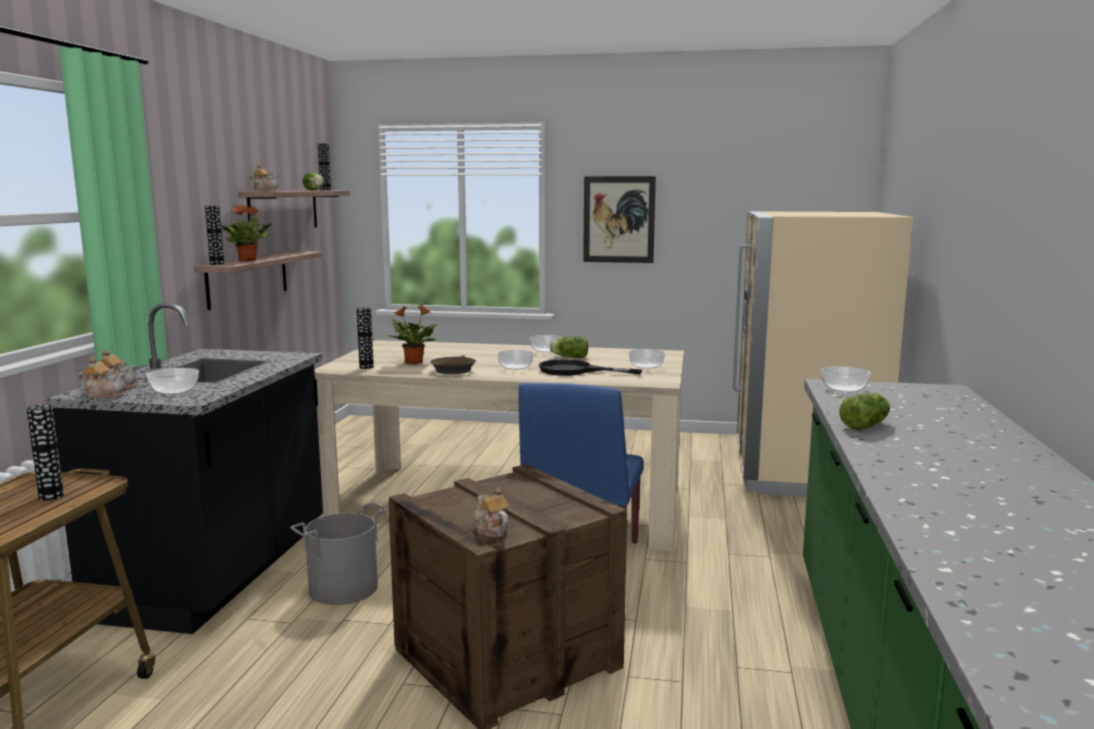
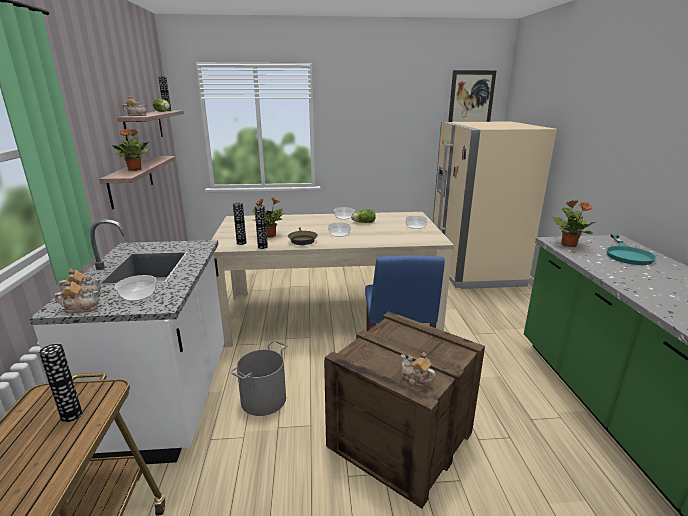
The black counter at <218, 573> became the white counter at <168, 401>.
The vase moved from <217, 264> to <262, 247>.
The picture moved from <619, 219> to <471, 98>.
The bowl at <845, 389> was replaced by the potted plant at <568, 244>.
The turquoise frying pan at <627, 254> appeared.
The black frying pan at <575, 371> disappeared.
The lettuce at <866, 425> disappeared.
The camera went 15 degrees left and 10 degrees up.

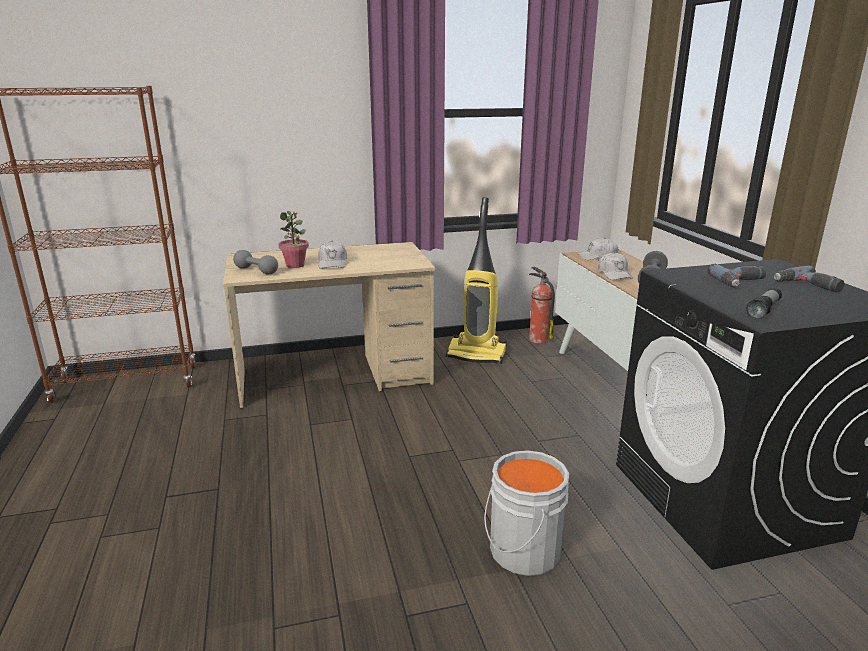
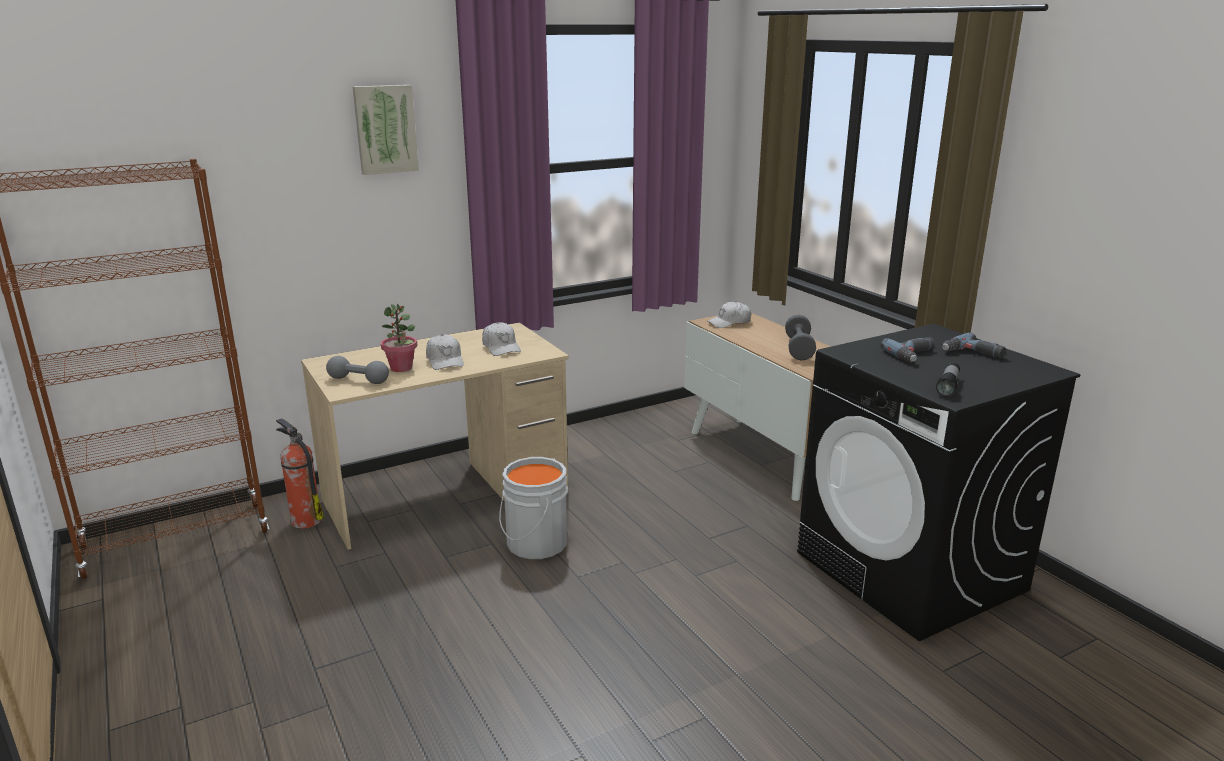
The fire extinguisher moved from <538, 339> to <305, 520>.
The picture at <385, 129> appeared.
The white cap moved from <614, 274> to <501, 347>.
The grey bucket moved from <521, 551> to <533, 543>.
The vacuum cleaner at <477, 354> disappeared.
The camera went 15 degrees left and 0 degrees up.

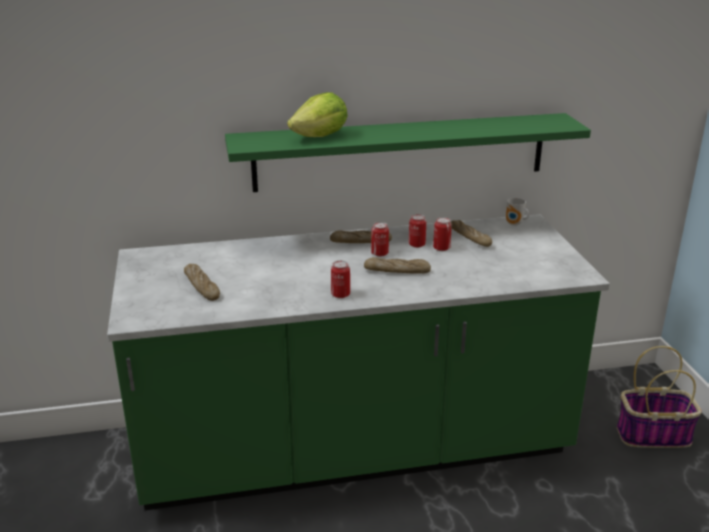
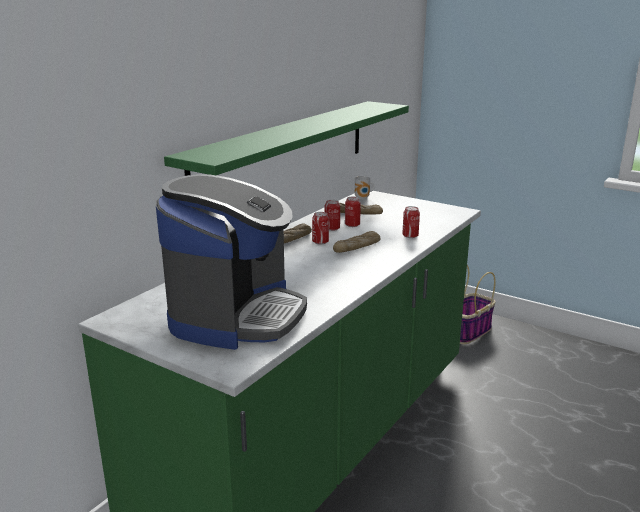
The bread at <202, 287> was replaced by the coffee machine at <237, 315>.
The can moved from <340, 294> to <410, 236>.
The lettuce at <320, 136> disappeared.
The camera went 45 degrees left and 5 degrees down.

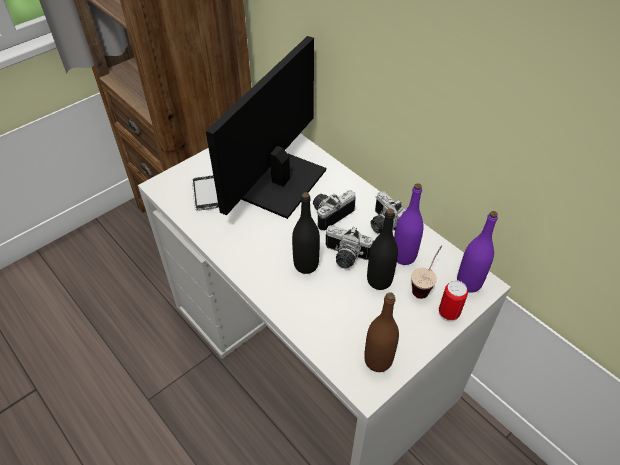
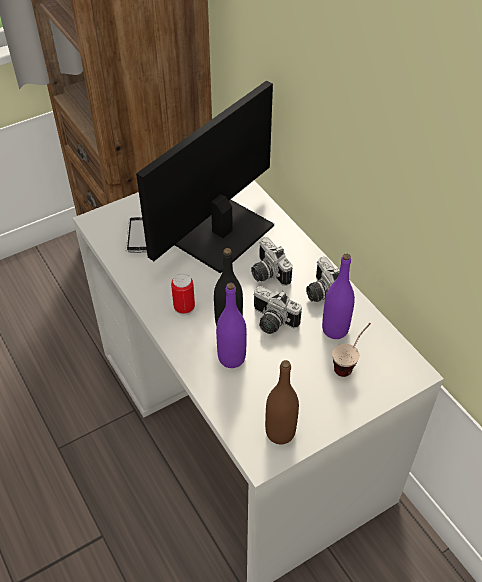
The can moved from <449, 312> to <184, 307>.
The purple bottle moved from <468, 283> to <231, 358>.
The photo camera at <330, 213> turned 90 degrees counterclockwise.
The black bottle at <379, 280> disappeared.
The camera went 10 degrees right and 0 degrees up.

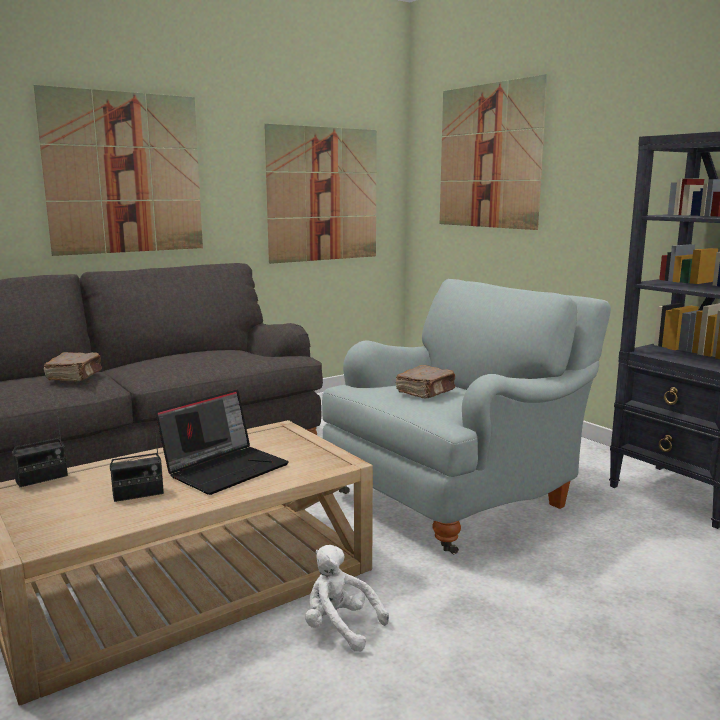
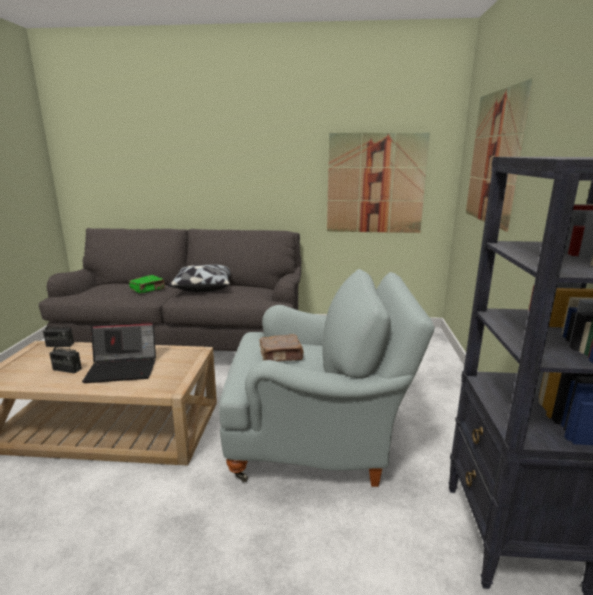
The brown book at <75, 376> became the green book at <148, 289>.
The pillow at <203, 287> appeared.
The picture at <125, 173> disappeared.
The white plush toy at <340, 627> disappeared.
The camera went 40 degrees right and 5 degrees up.

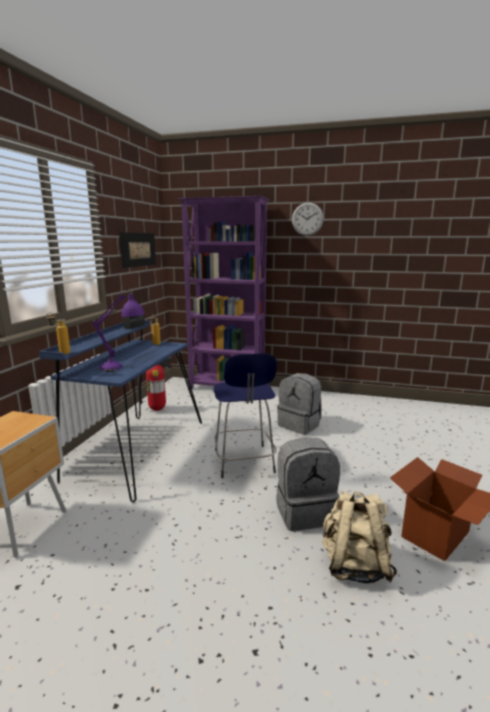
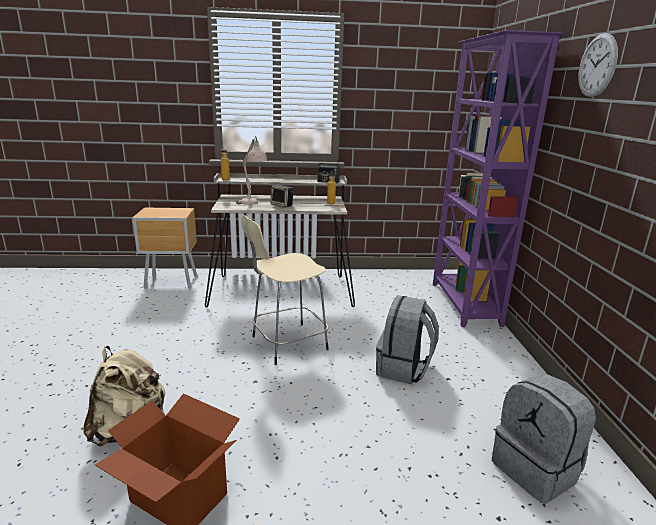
The blue desk at <135, 450> became the beige desk at <281, 289>.
The purple table lamp at <123, 366> became the beige table lamp at <252, 204>.
The blue stool at <244, 462> became the beige stool at <286, 343>.
The speaker at <282, 205> appeared.
The grey backpack moved from <304, 512> to <536, 470>.
The picture at <138, 249> disappeared.
The fire extinguisher at <157, 409> disappeared.
The camera went 70 degrees right and 5 degrees up.

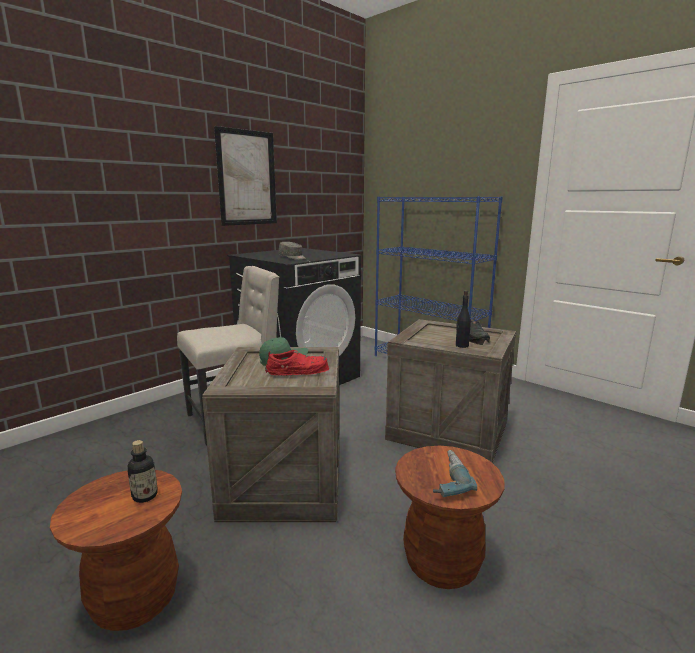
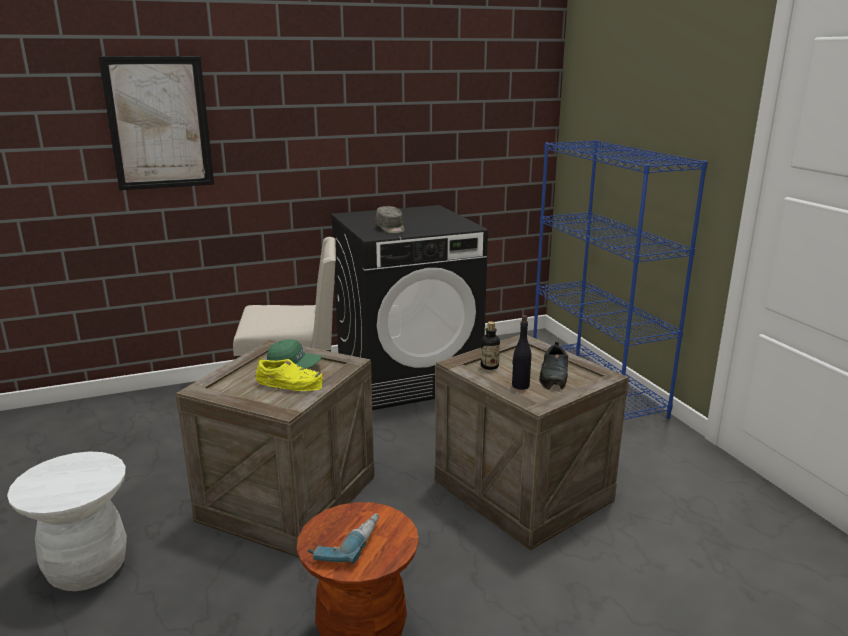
The brown stool at <135, 600> became the white stool at <87, 569>.
The picture moved from <247, 178> to <159, 123>.
The red shoe at <298, 370> became the yellow shoe at <290, 383>.
The bottle moved from <145, 496> to <489, 366>.
The camera went 25 degrees right and 5 degrees up.

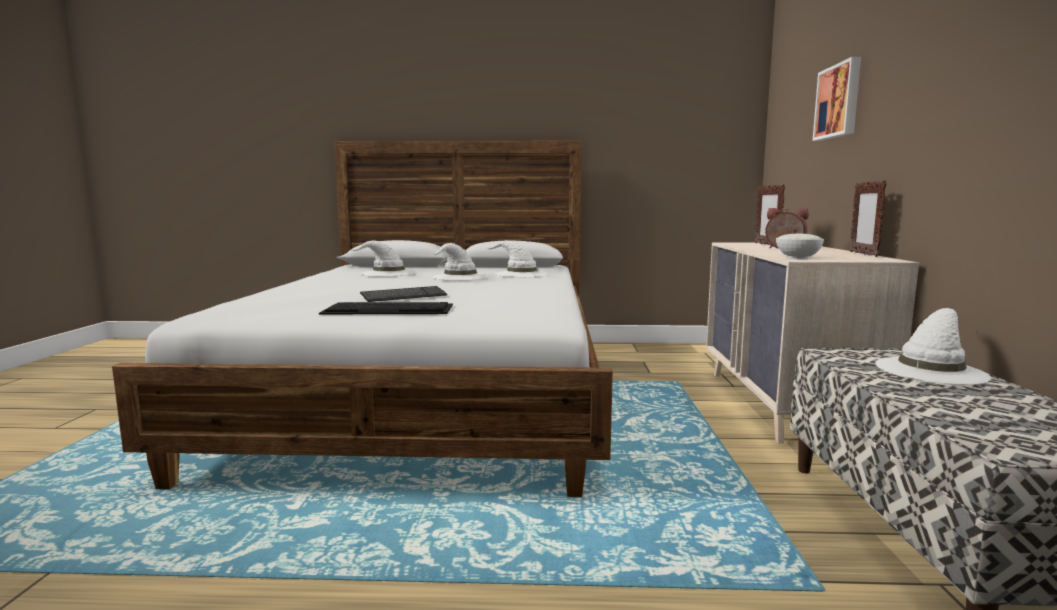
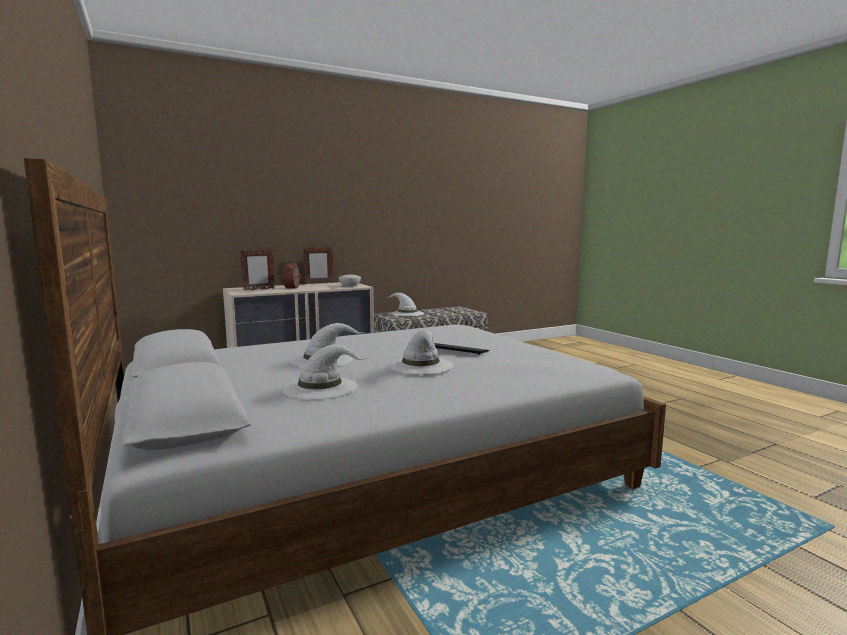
The white hat moved from <521, 274> to <421, 366>.
The keyboard at <390, 309> disappeared.
The picture at <839, 101> disappeared.
The camera went 120 degrees left and 0 degrees up.

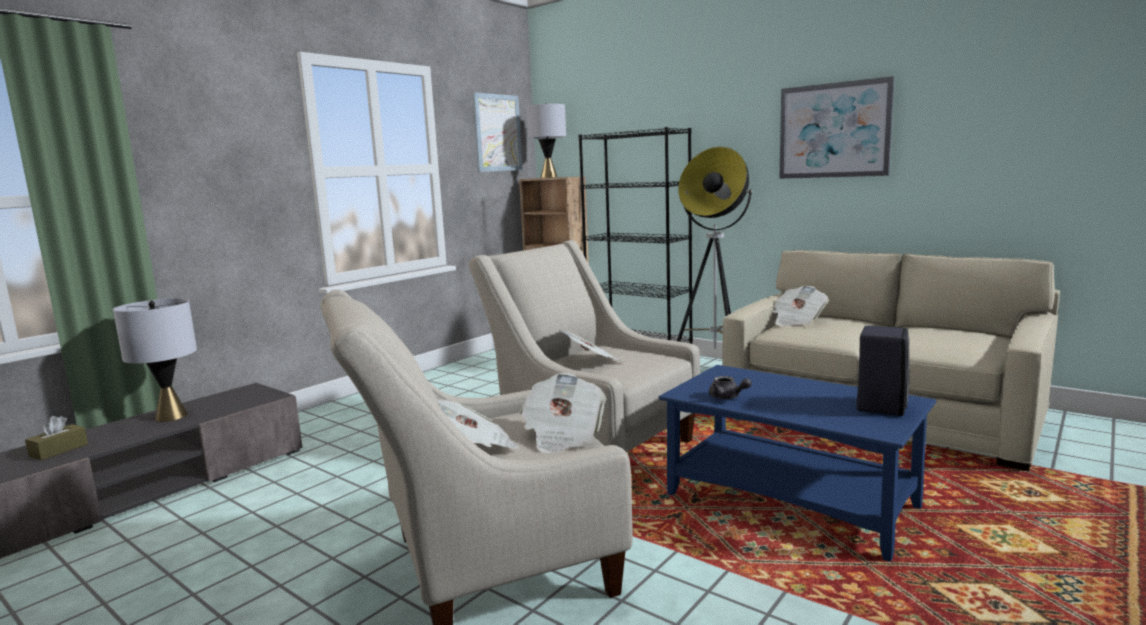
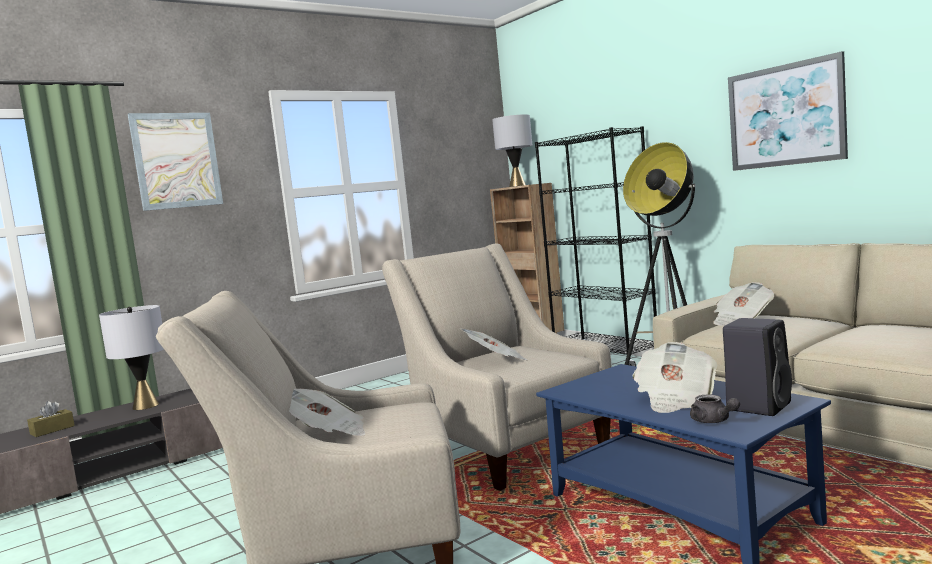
The picture moved from <497, 133> to <176, 160>.
The newspaper moved from <563, 435> to <675, 399>.
The grey teapot moved from <727, 397> to <713, 421>.
The camera went 15 degrees right and 5 degrees down.

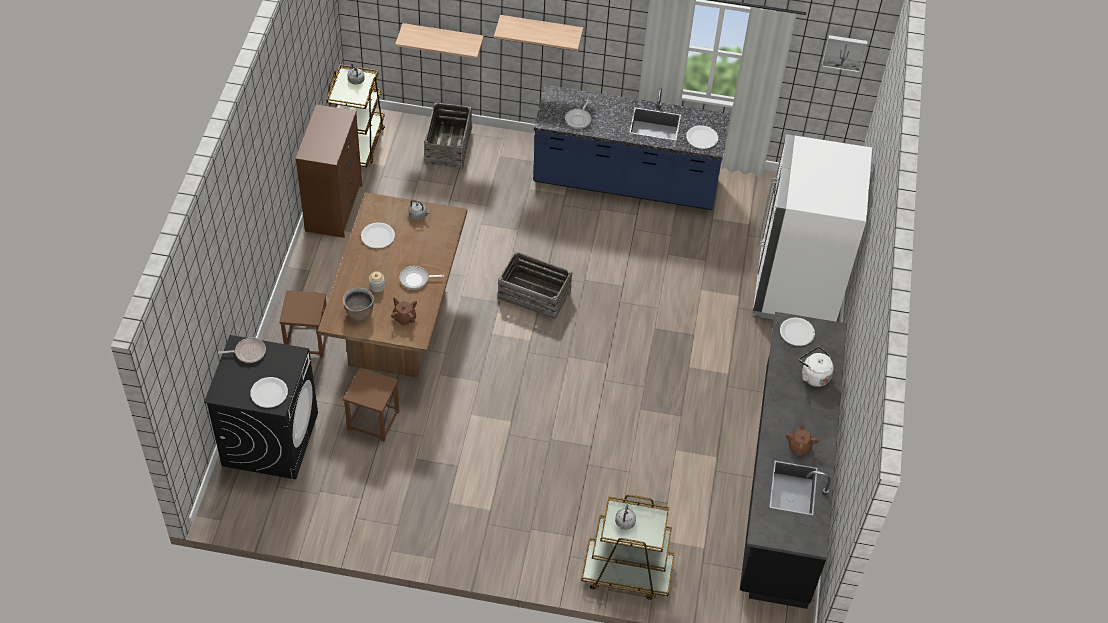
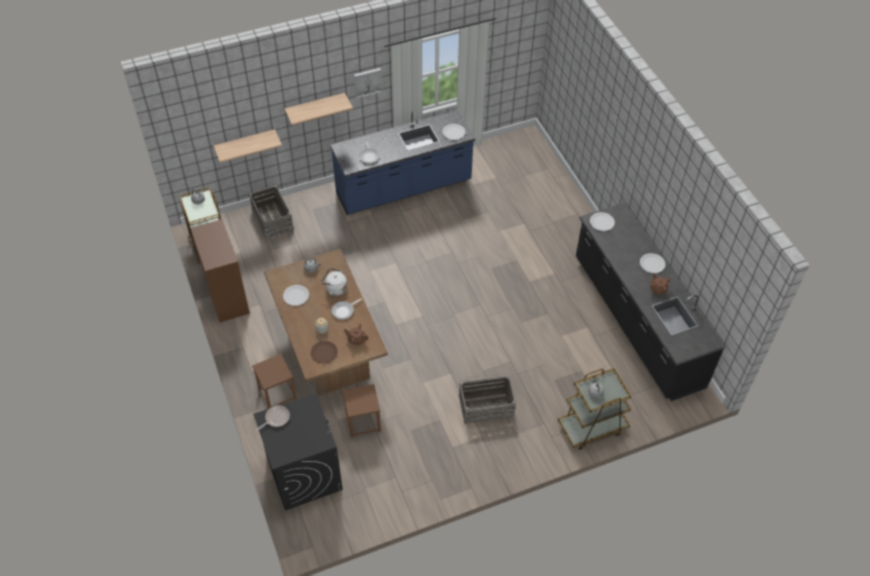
The brown cooking pot at <359, 313> was replaced by the brown plate at <324, 352>.
The white kettle moved from <813, 375> to <335, 288>.
The picture moved from <844, 52> to <367, 82>.
The crate moved from <534, 295> to <486, 406>.
The white plate moved from <269, 393> to <652, 264>.
The white fridge at <796, 286> disappeared.
The camera went 30 degrees left and 0 degrees up.

